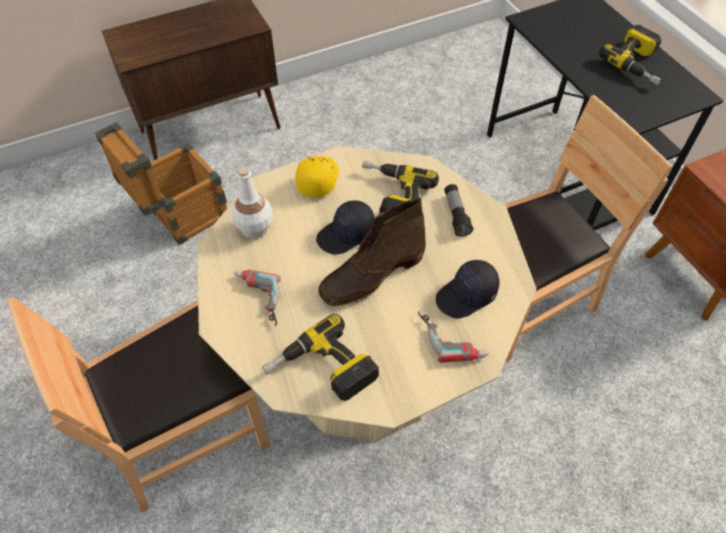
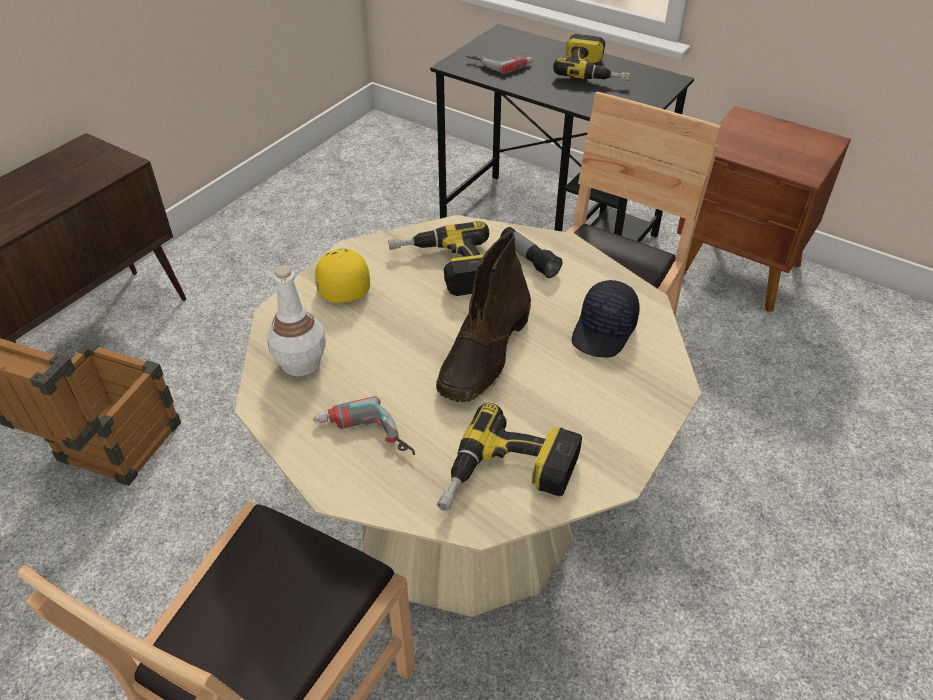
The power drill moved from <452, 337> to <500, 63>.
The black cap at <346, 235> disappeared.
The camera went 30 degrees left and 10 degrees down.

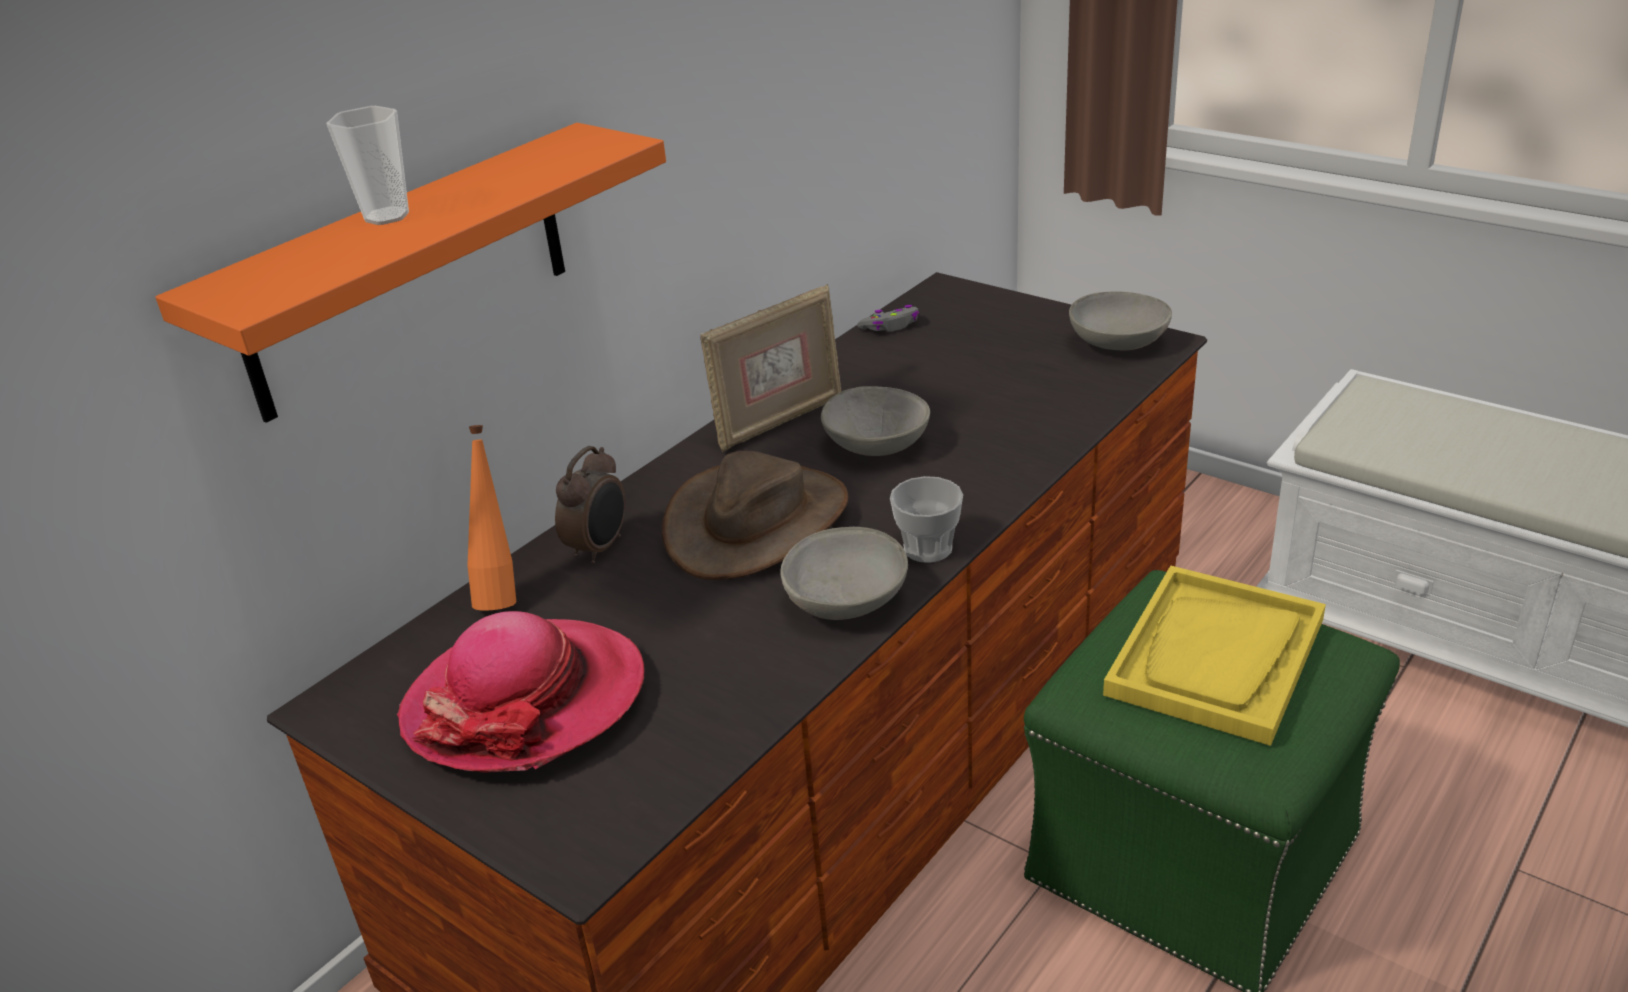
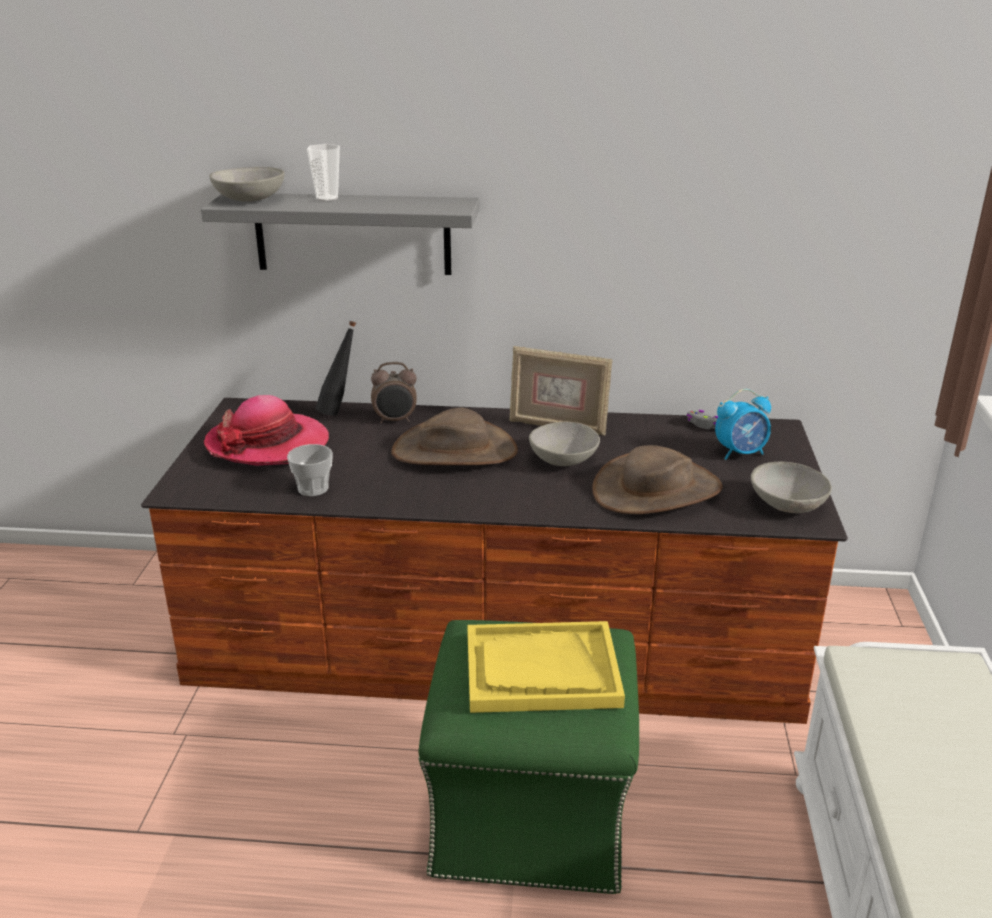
The orange shelf at <408, 271> became the grey shelf at <352, 233>.
The grey bowl moved from <847, 602> to <250, 200>.
The cup moved from <928, 548> to <313, 489>.
The orange bottle at <501, 594> became the black bottle at <339, 412>.
The brown hat at <657, 490> appeared.
The alarm clock at <741, 453> appeared.
The camera went 55 degrees right and 5 degrees down.

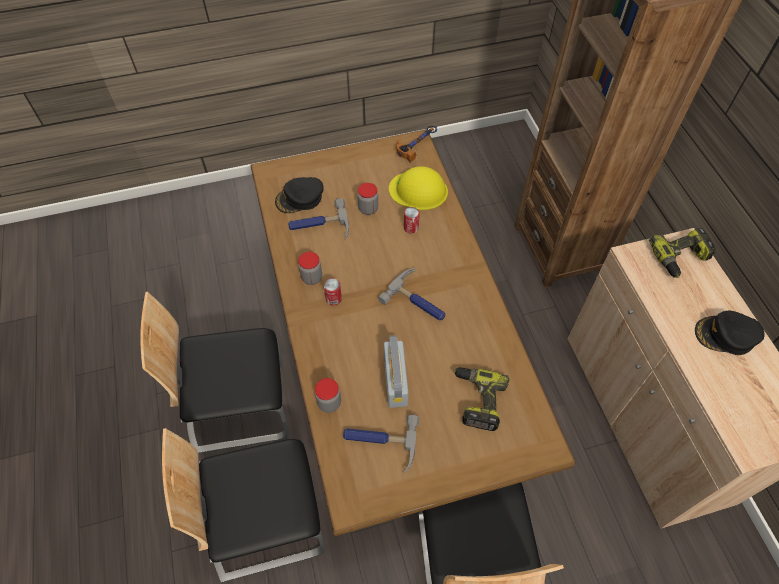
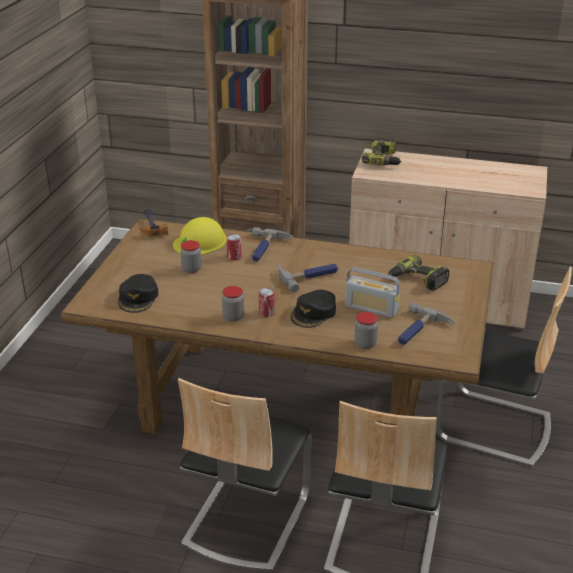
The hammer moved from <319, 226> to <266, 249>.
The black cap moved from <726, 335> to <314, 313>.
The camera went 60 degrees left and 25 degrees down.

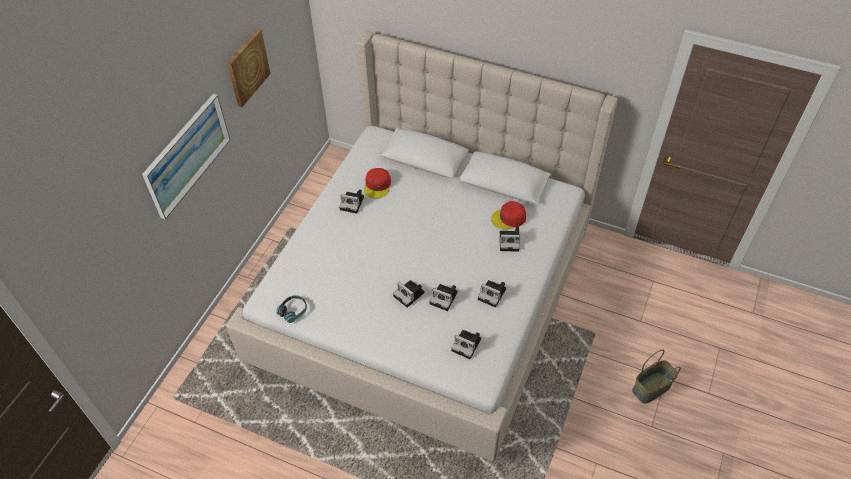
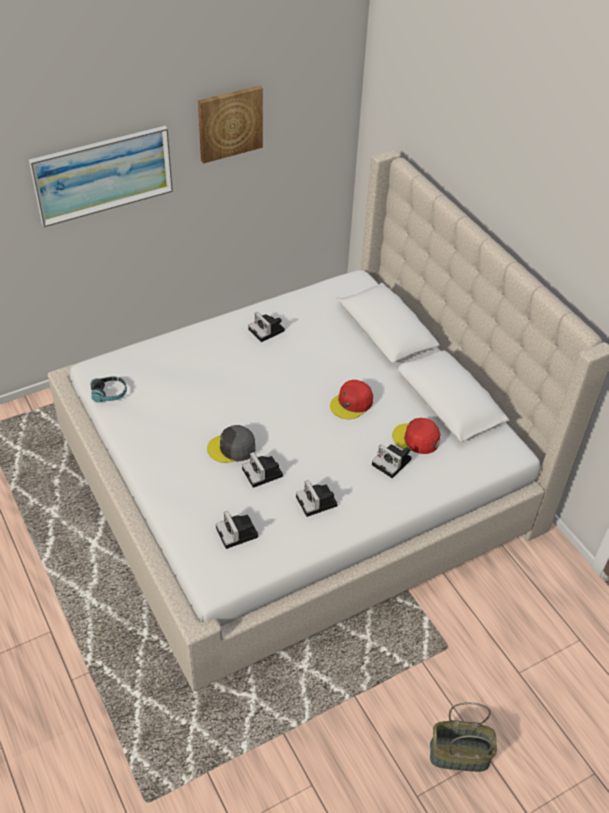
The photo camera at <410, 295> was replaced by the grey cap at <232, 448>.
The red cap moved from <377, 185> to <352, 403>.
The camera went 35 degrees right and 5 degrees down.

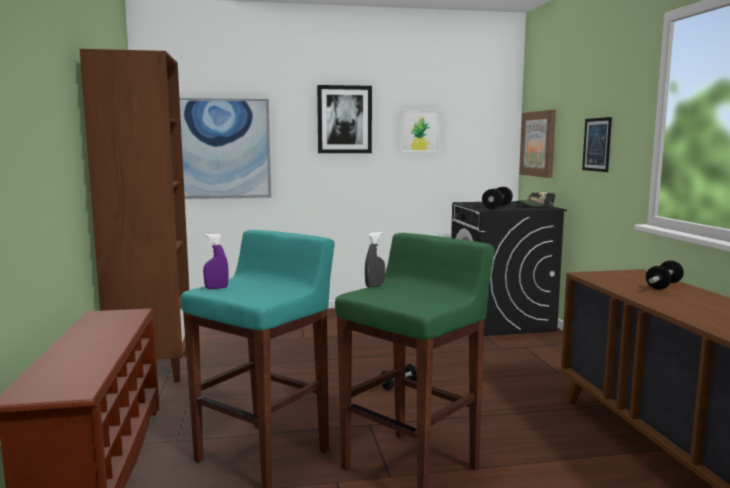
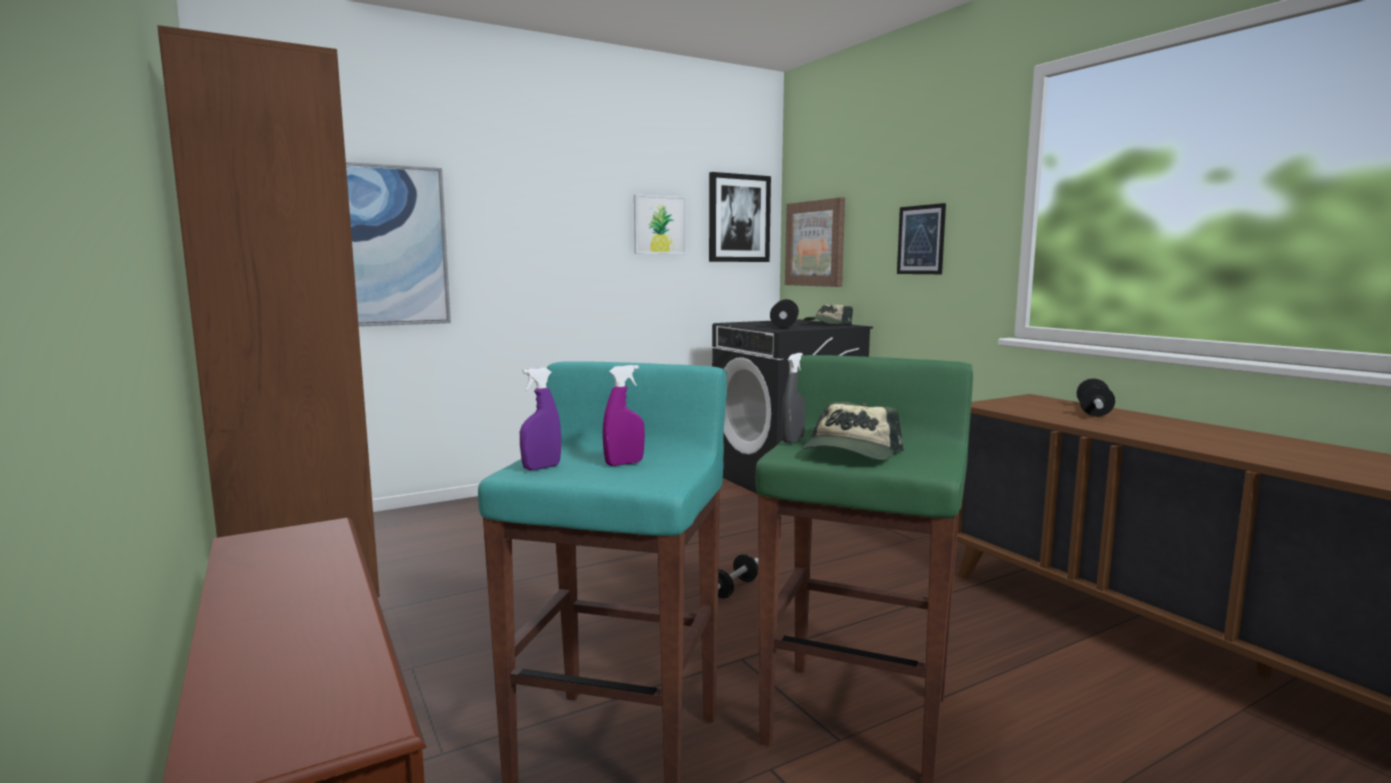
The purple spray bottle at <624, 463> appeared.
The picture moved from <344, 119> to <738, 218>.
The cap at <850, 453> appeared.
The camera went 20 degrees left and 0 degrees up.

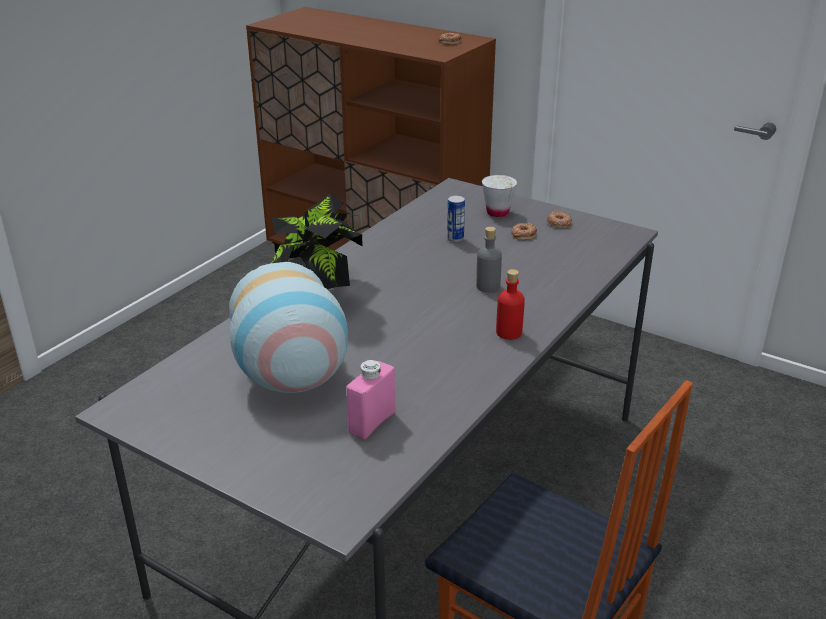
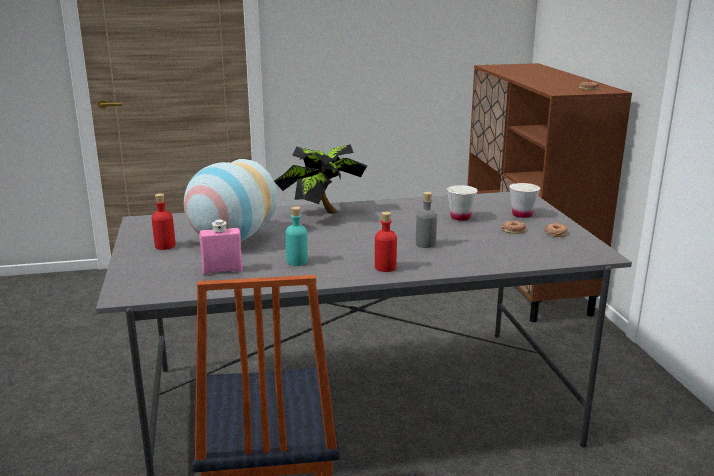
The red bottle at <165, 246> appeared.
The turquoise bottle at <297, 261> appeared.
The can at <455, 238> was replaced by the white cup at <460, 217>.
The camera went 45 degrees right and 10 degrees down.

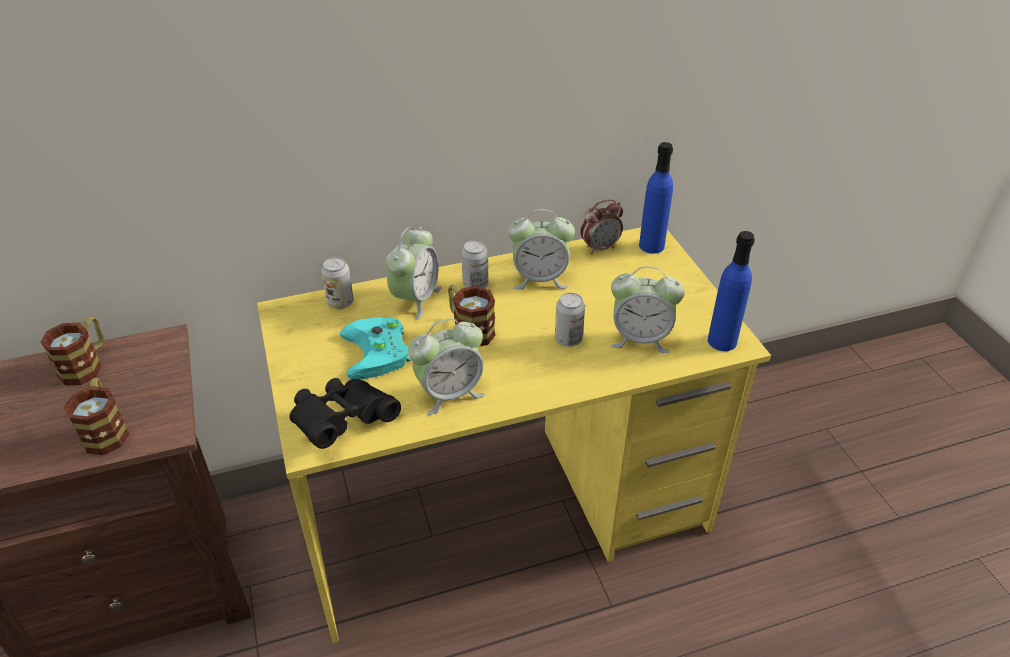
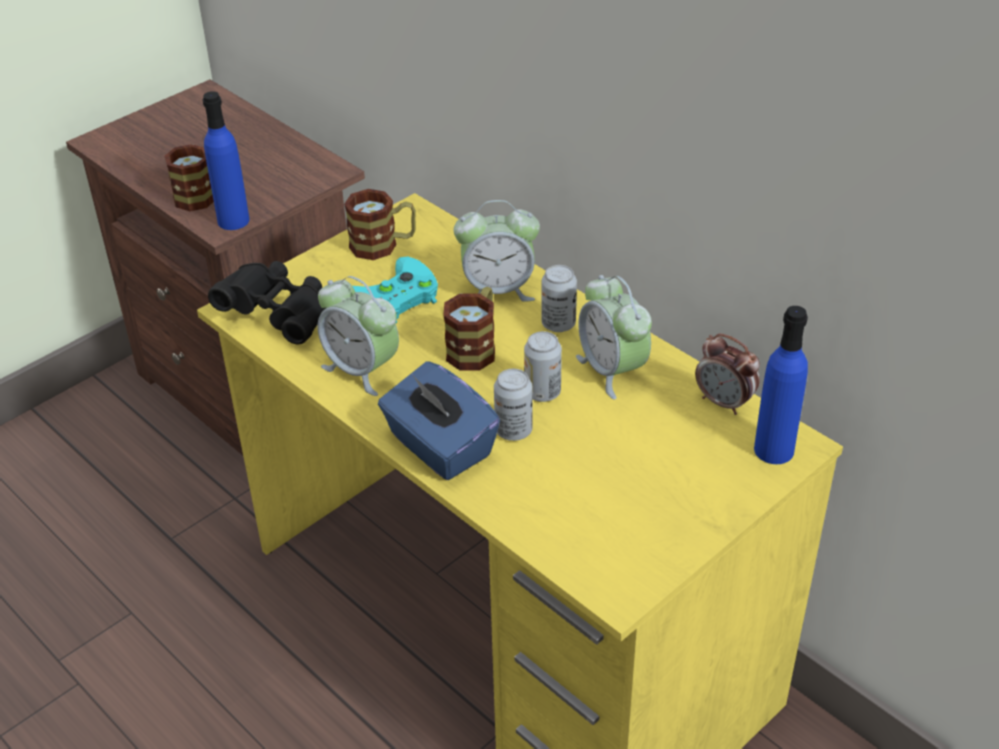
The blue bottle moved from <722, 341> to <233, 220>.
The mug moved from <86, 364> to <383, 245>.
The blue tissue box at <439, 447> appeared.
The can moved from <340, 302> to <542, 392>.
The alarm clock at <640, 338> disappeared.
The camera went 65 degrees right and 0 degrees up.

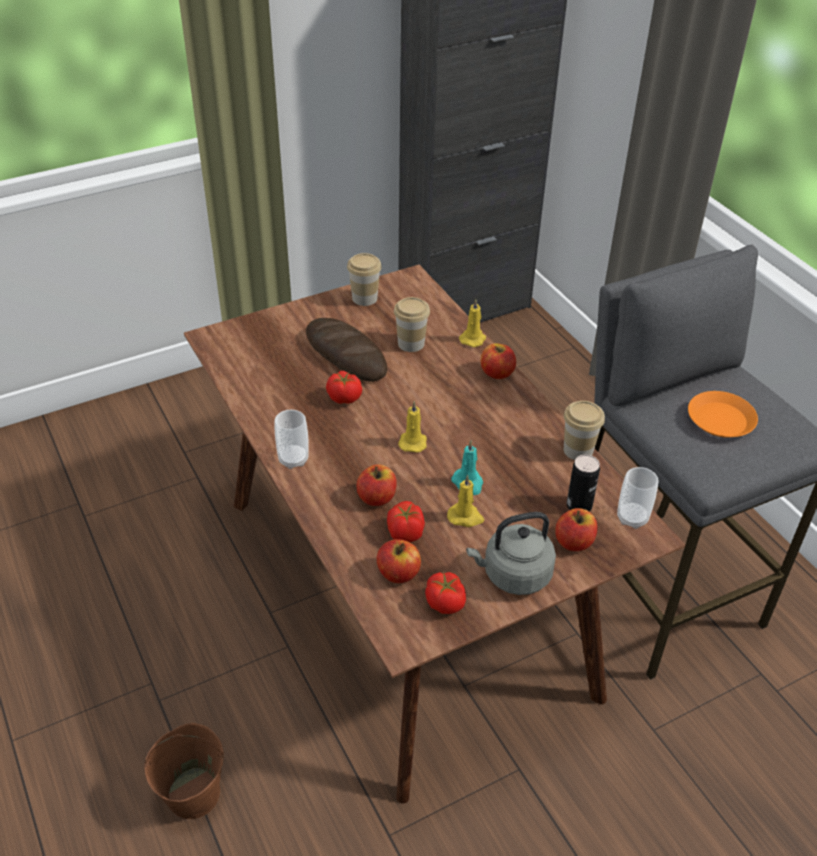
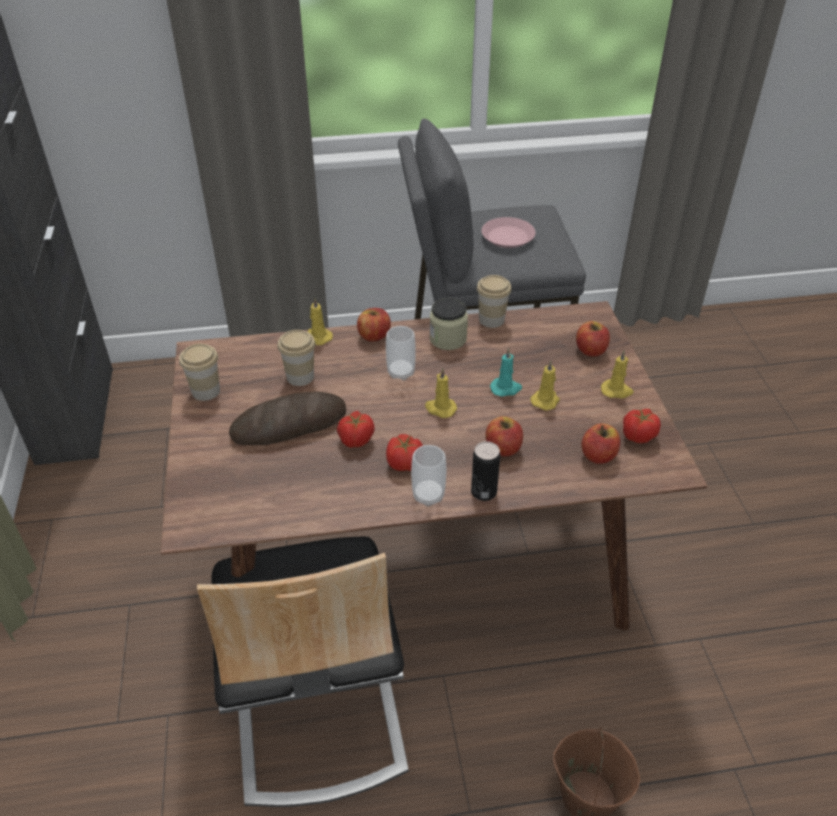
The chair at <315, 706> appeared.
The cup moved from <632, 518> to <401, 372>.
The tomato moved from <405, 533> to <405, 464>.
The jar at <448, 339> appeared.
The can moved from <579, 505> to <483, 492>.
The orange plate at <720, 420> became the pink plate at <508, 237>.
The grey kettle at <513, 575> was replaced by the yellow candle at <617, 391>.
The camera went 70 degrees left and 0 degrees up.

